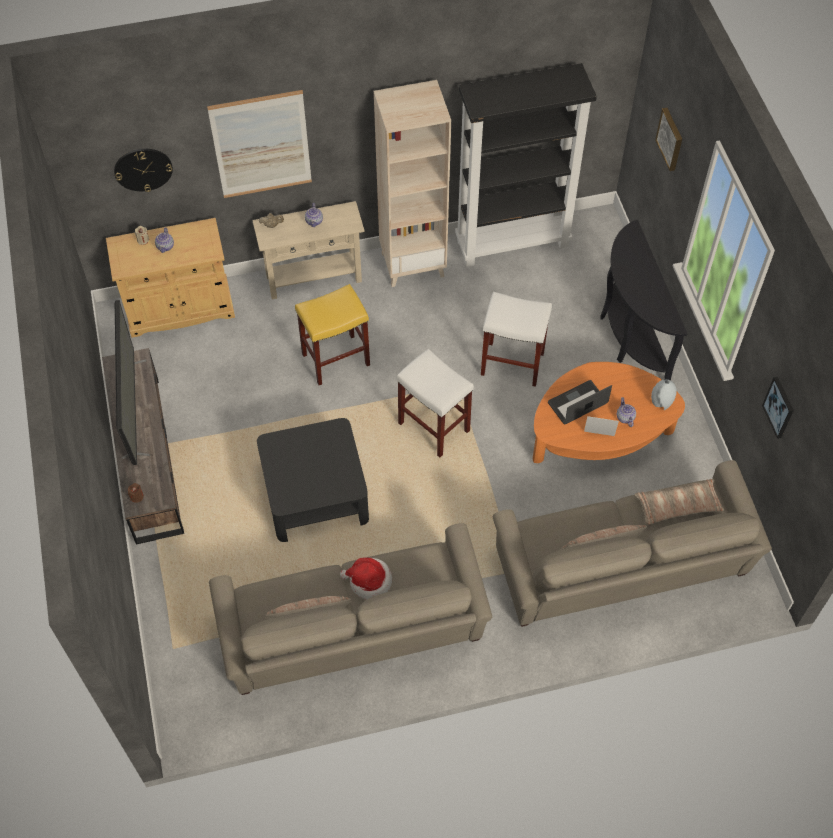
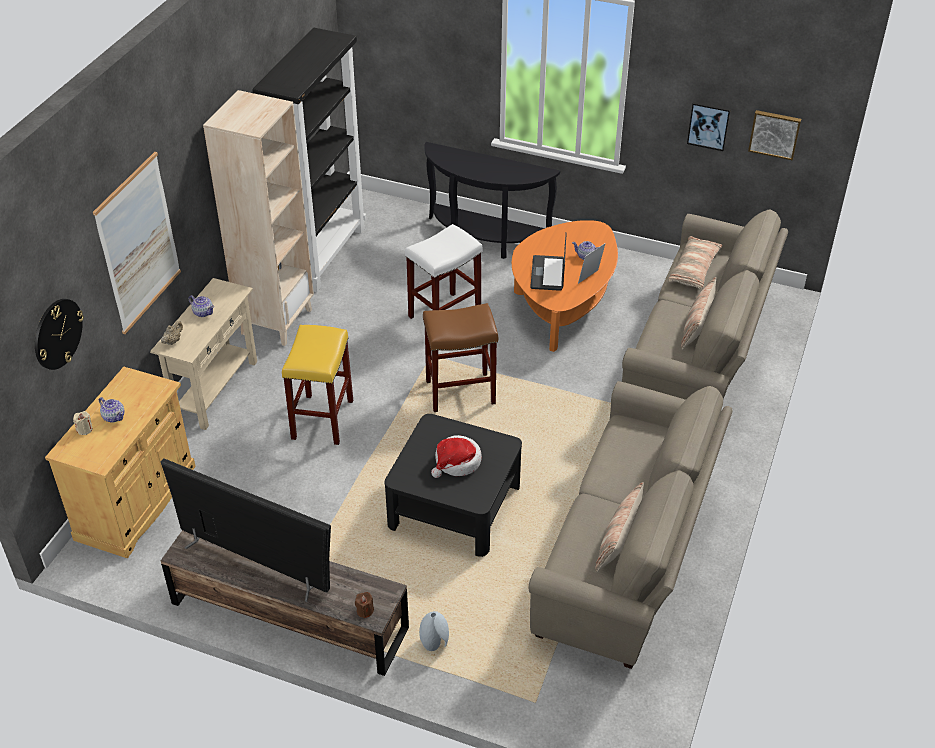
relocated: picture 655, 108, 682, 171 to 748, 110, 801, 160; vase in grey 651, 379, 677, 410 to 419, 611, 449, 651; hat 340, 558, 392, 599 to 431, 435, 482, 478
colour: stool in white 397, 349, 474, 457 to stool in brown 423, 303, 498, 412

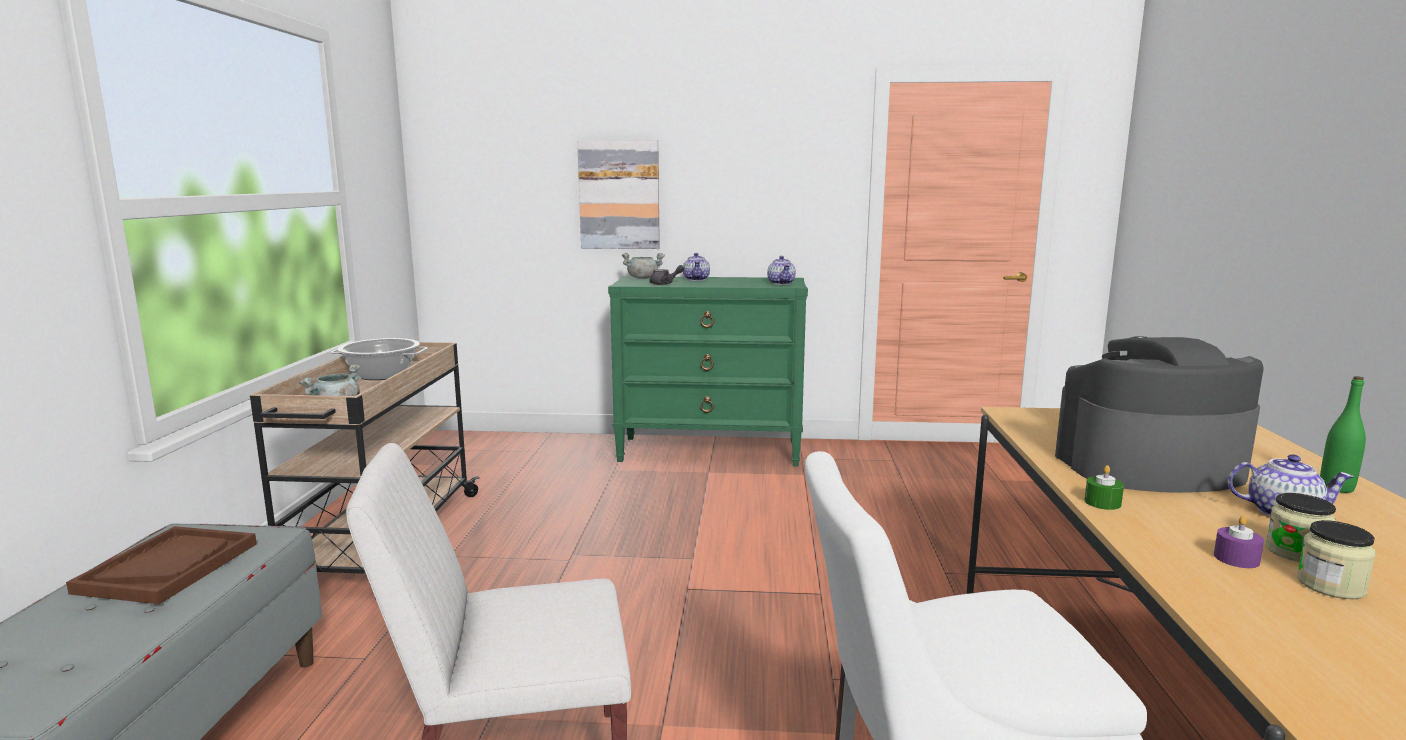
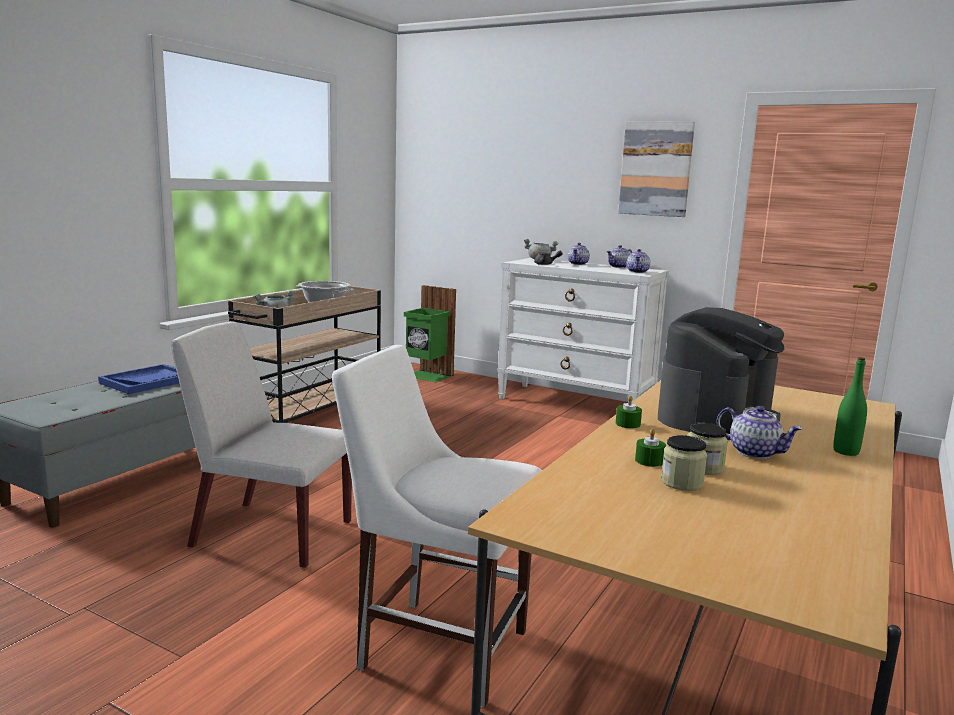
appeared: teapot 607, 245, 632, 268; trash can in green 404, 285, 456, 382
relocated: picture 577, 140, 660, 249 to 618, 121, 695, 217
colour: dresser in green 608, 276, 808, 467 to dresser in white 497, 258, 669, 402; candle in purple 1214, 515, 1264, 568 to candle in green 635, 429, 666, 467; tray in brown 66, 526, 257, 604 to tray in blue 98, 364, 179, 394
spun: coffee machine 1055, 336, 1264, 493 = 658, 307, 785, 440 105 degrees clockwise

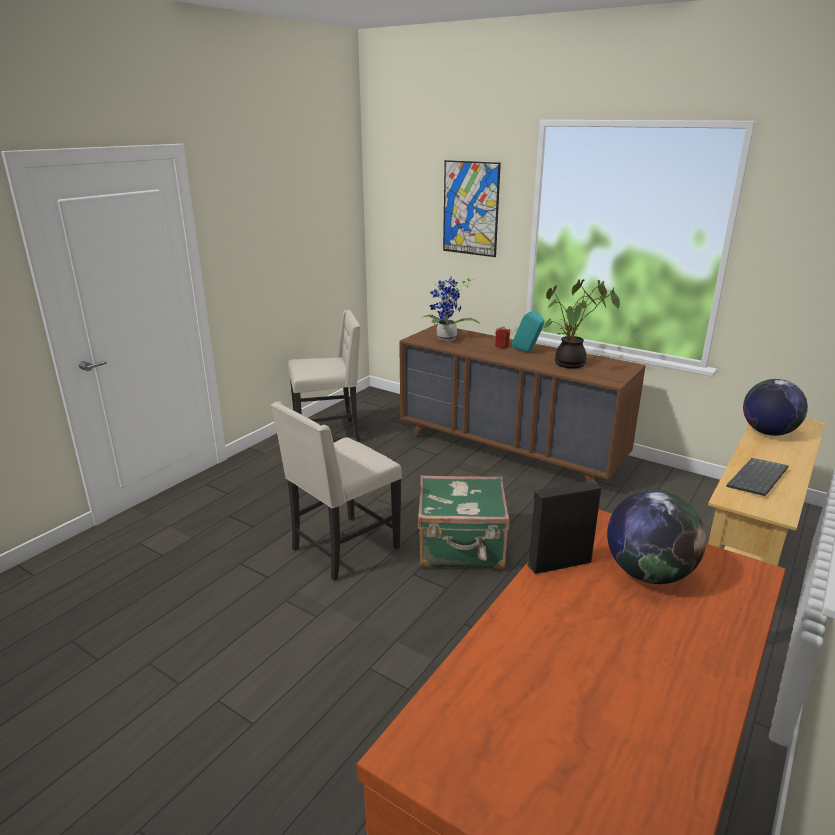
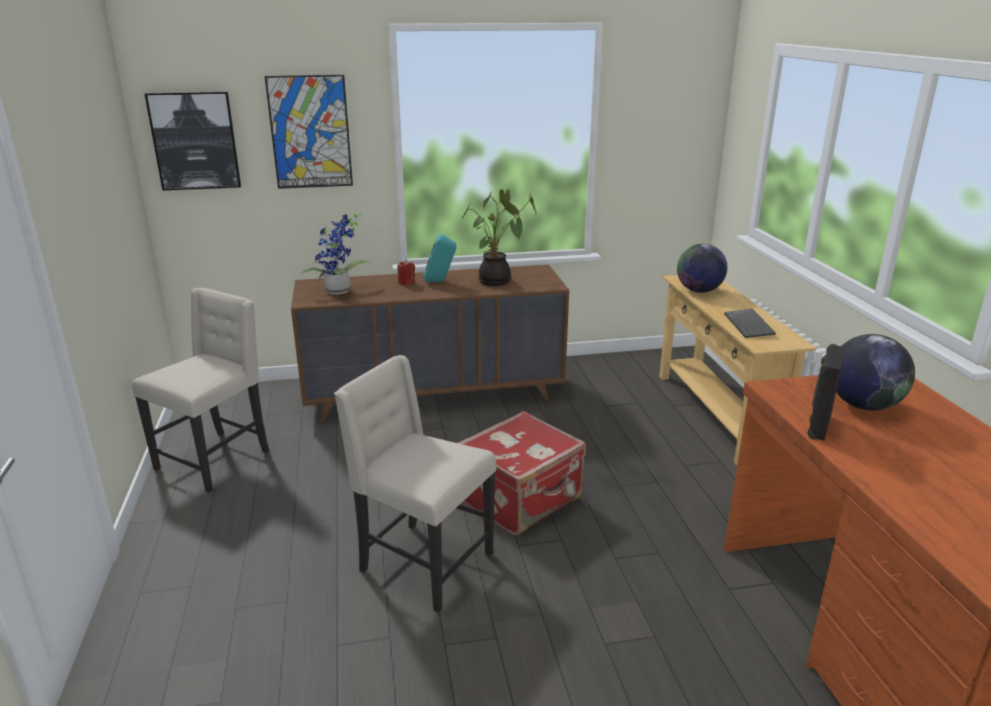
appeared: picture 145, 91, 241, 191
colour: suitcase in green 418, 475, 510, 569 to suitcase in red 458, 411, 586, 535
spun: chair in beige 271, 401, 402, 581 = 334, 355, 496, 613 120 degrees clockwise

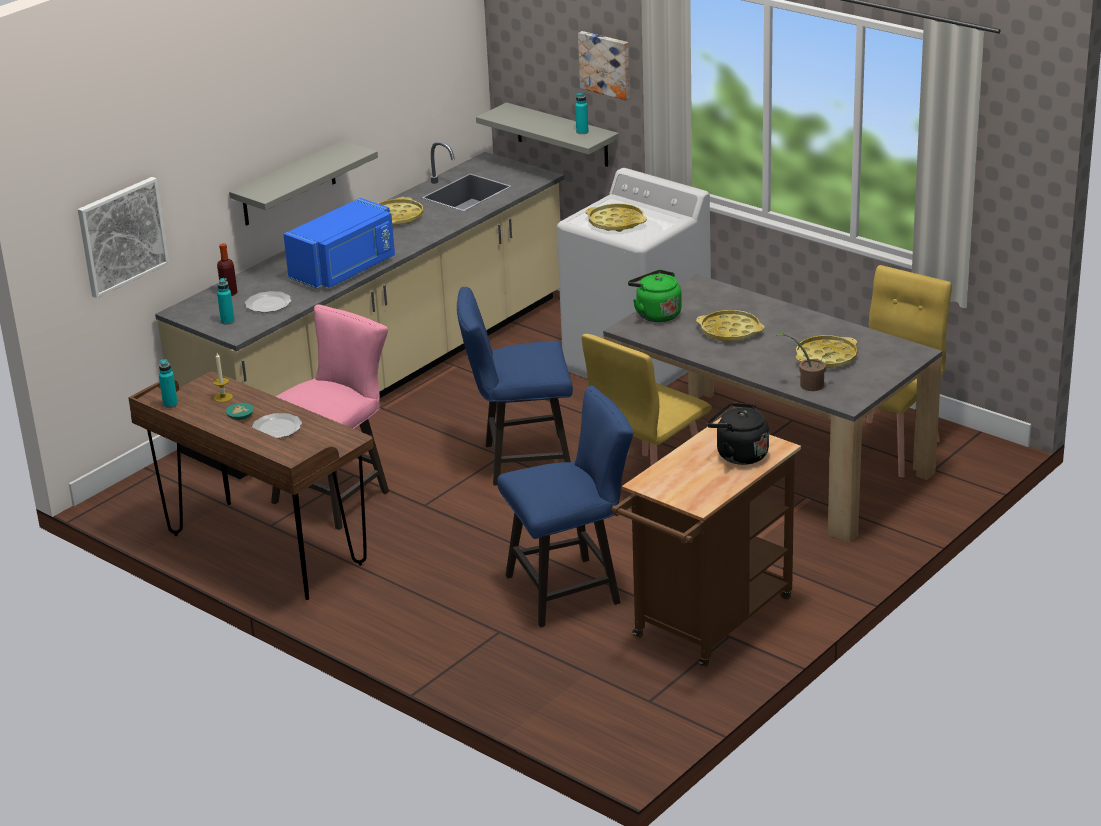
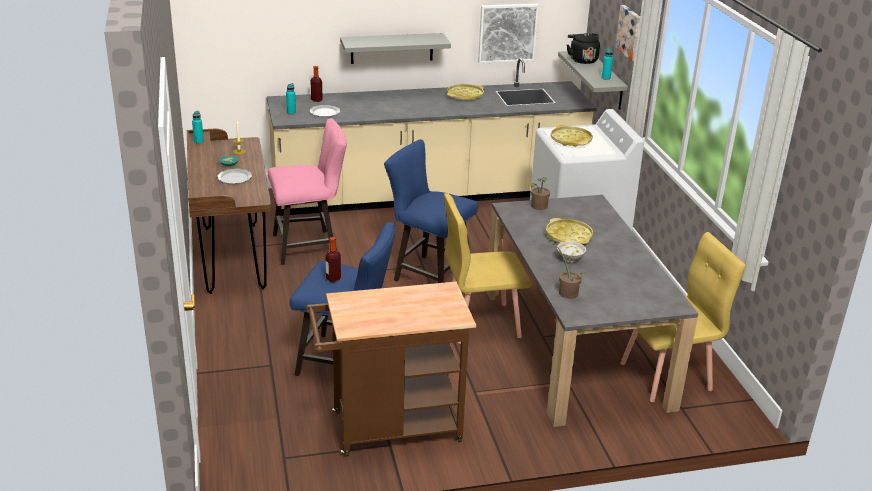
missing: microwave in blue 283, 198, 395, 289; tray in yellow 796, 335, 858, 368
appeared: bottle 325, 237, 341, 282; bowl in white 557, 241, 586, 263
relocated: picture 78, 177, 169, 298 to 478, 4, 539, 64; kettle in black 707, 403, 769, 465 to 567, 33, 600, 64
exchanged: kettle in green 628, 270, 682, 322 to potted plant 531, 178, 550, 210

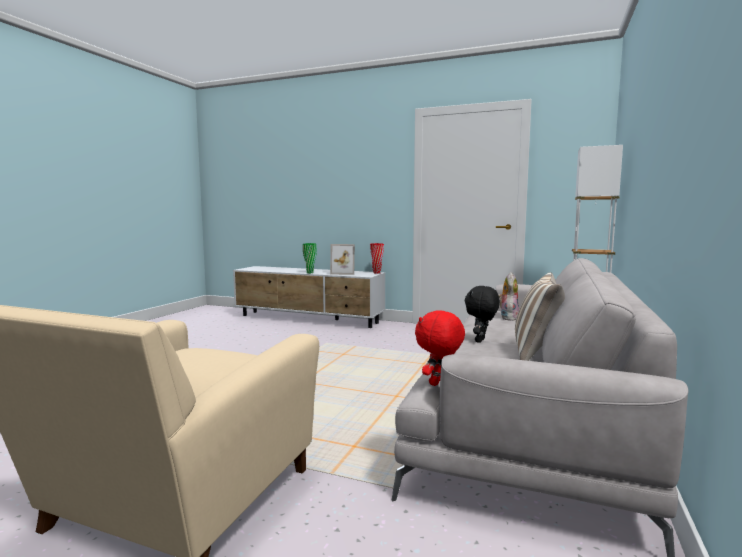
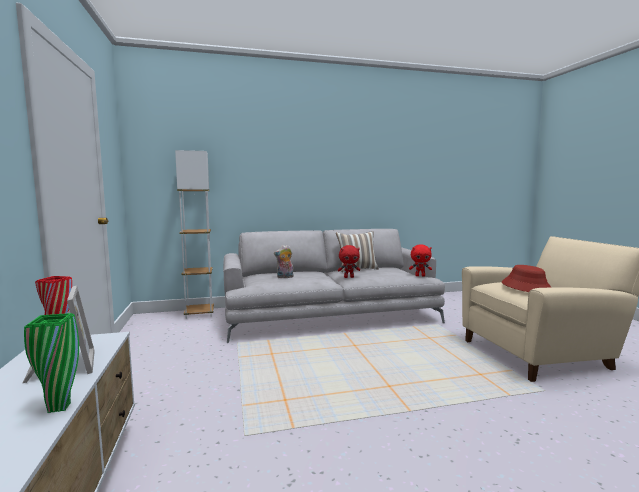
appeared: hat in red 502, 265, 551, 292
colour: plush toy in black 465, 286, 500, 343 to plush toy in red 338, 245, 360, 278

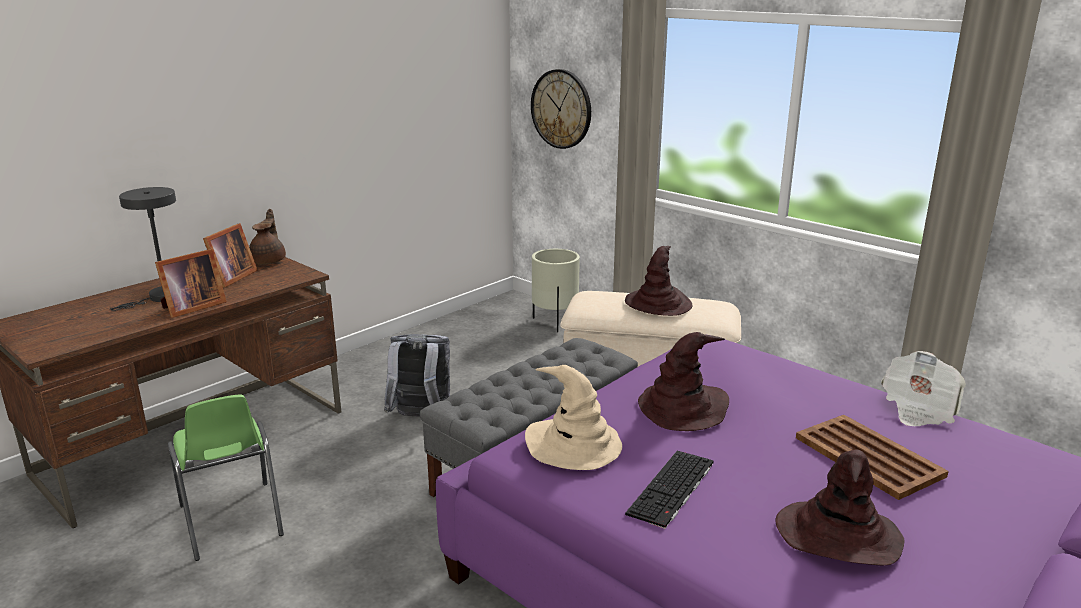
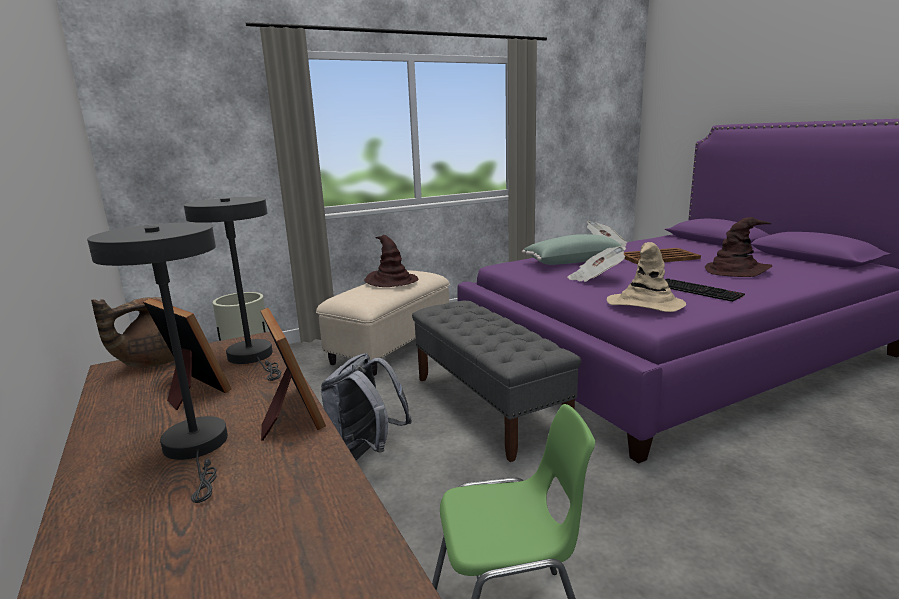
missing: wall clock 531, 69, 591, 149
appeared: table lamp in grey 184, 197, 281, 381; pillow in green 522, 234, 625, 265
exchanged: hat in brown 638, 332, 729, 431 to newspaper 568, 246, 626, 282
spun: teapot in brown 249, 209, 286, 265 = 91, 297, 174, 368 75 degrees counterclockwise

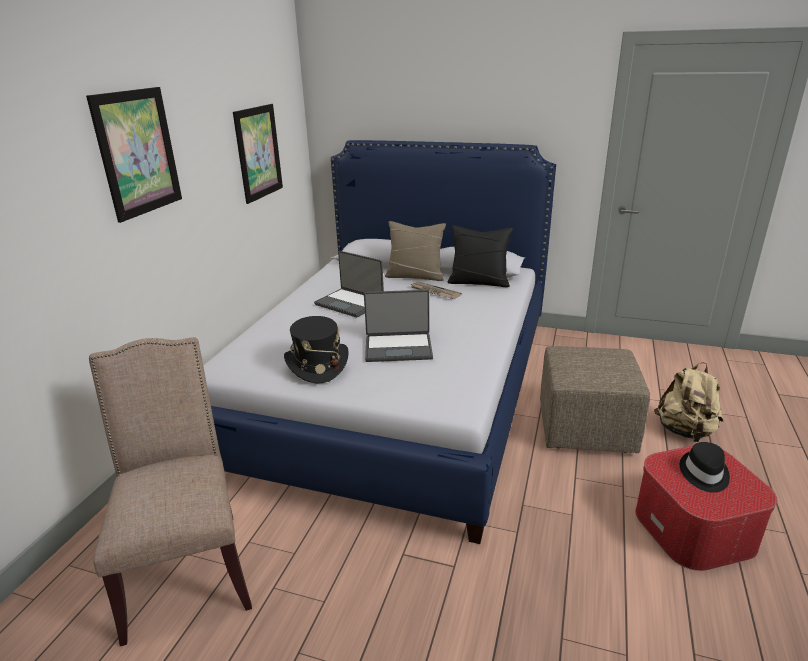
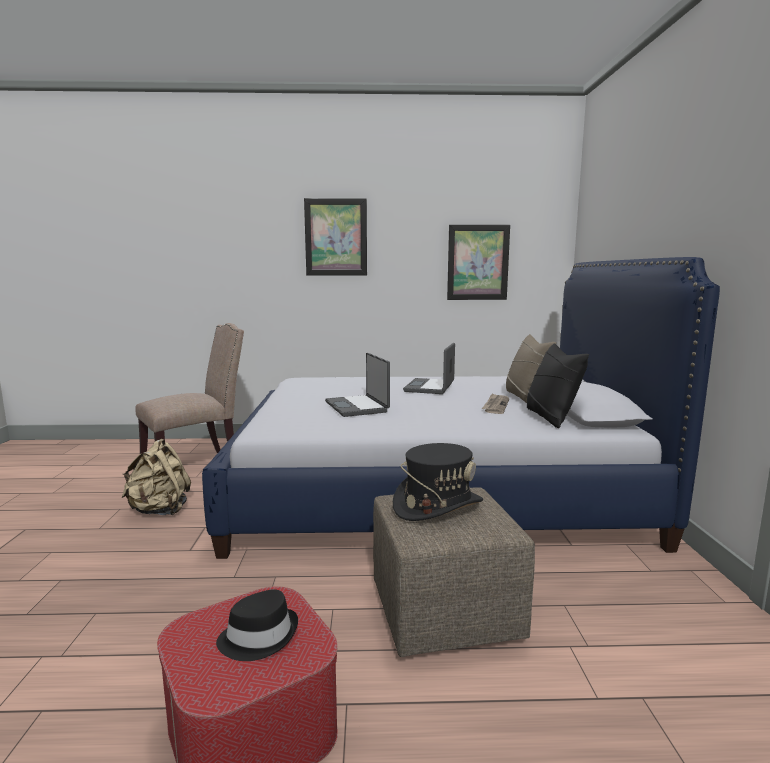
relocated: hat in black 284, 316, 349, 383 to 393, 443, 483, 521; backpack in beige 654, 362, 723, 442 to 121, 439, 191, 515

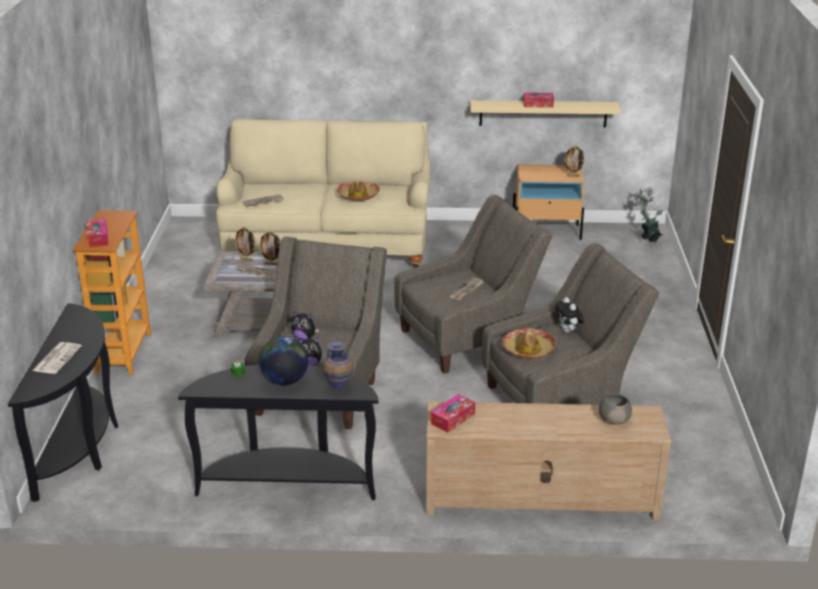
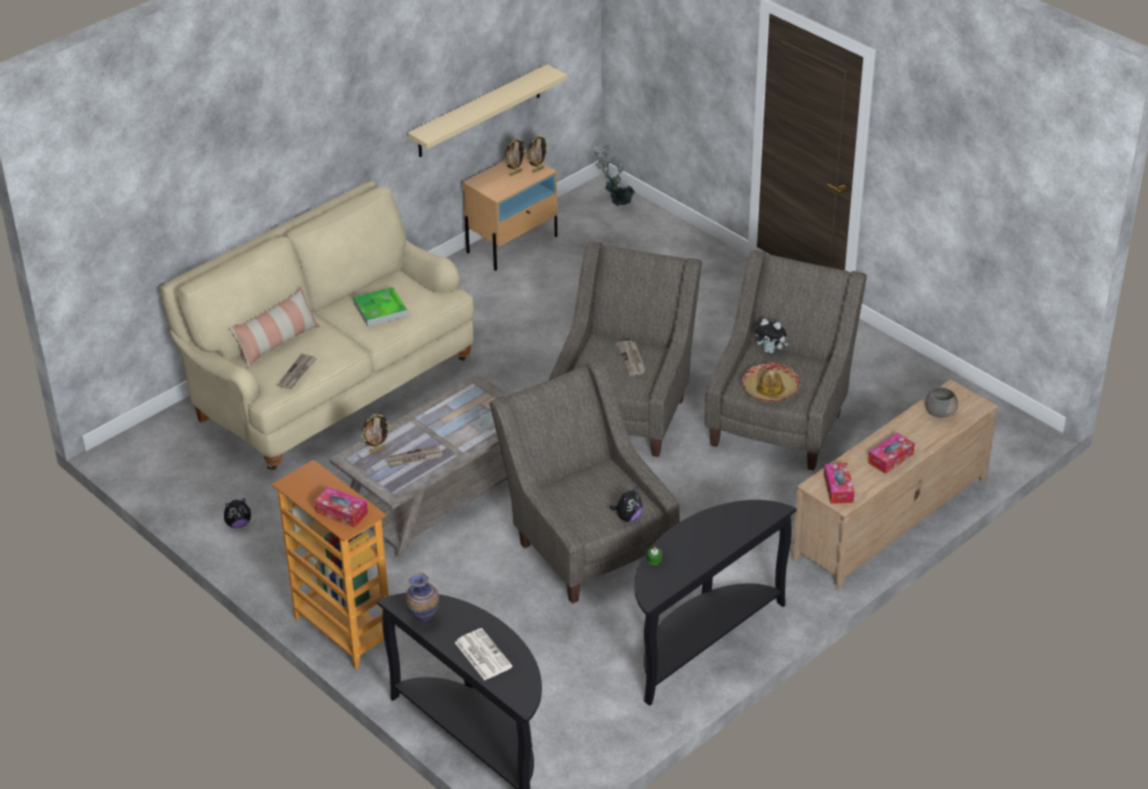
missing: globe 259, 336, 308, 385
appeared: pillow 229, 288, 320, 368
relocated: tissue box 524, 92, 554, 108 to 868, 433, 915, 474; picture frame 258, 231, 280, 265 to 505, 138, 526, 176; plush toy 292, 311, 319, 340 to 224, 498, 251, 528; vase 323, 342, 353, 389 to 405, 572, 439, 622
exchanged: hat 337, 180, 380, 201 to tray 353, 287, 408, 327

